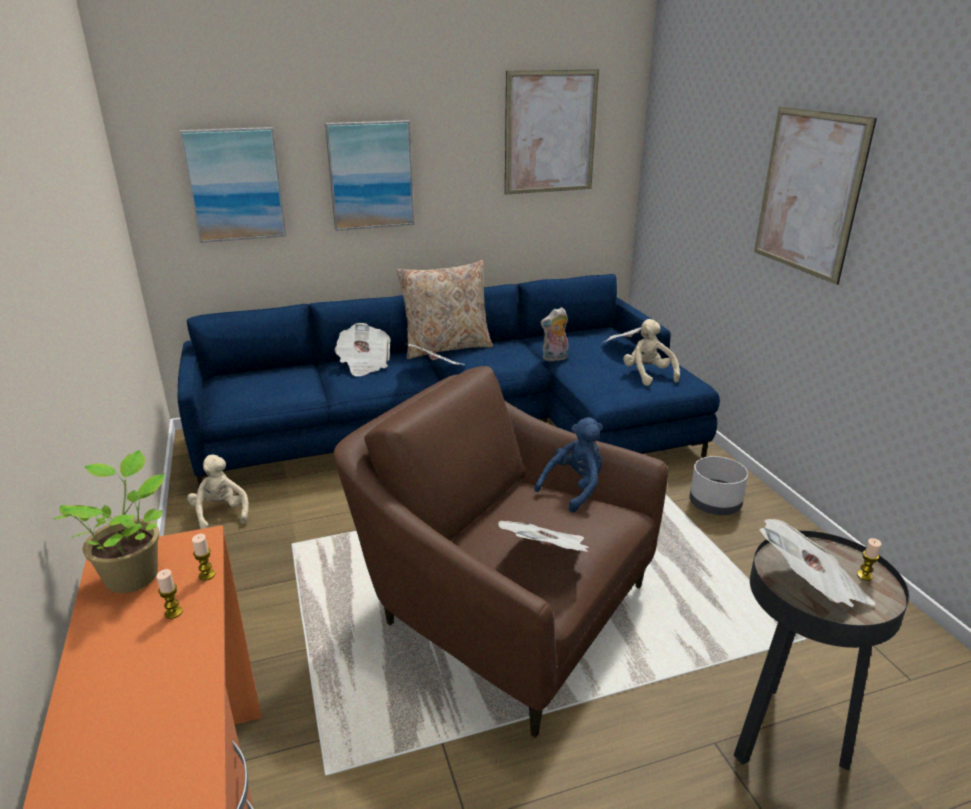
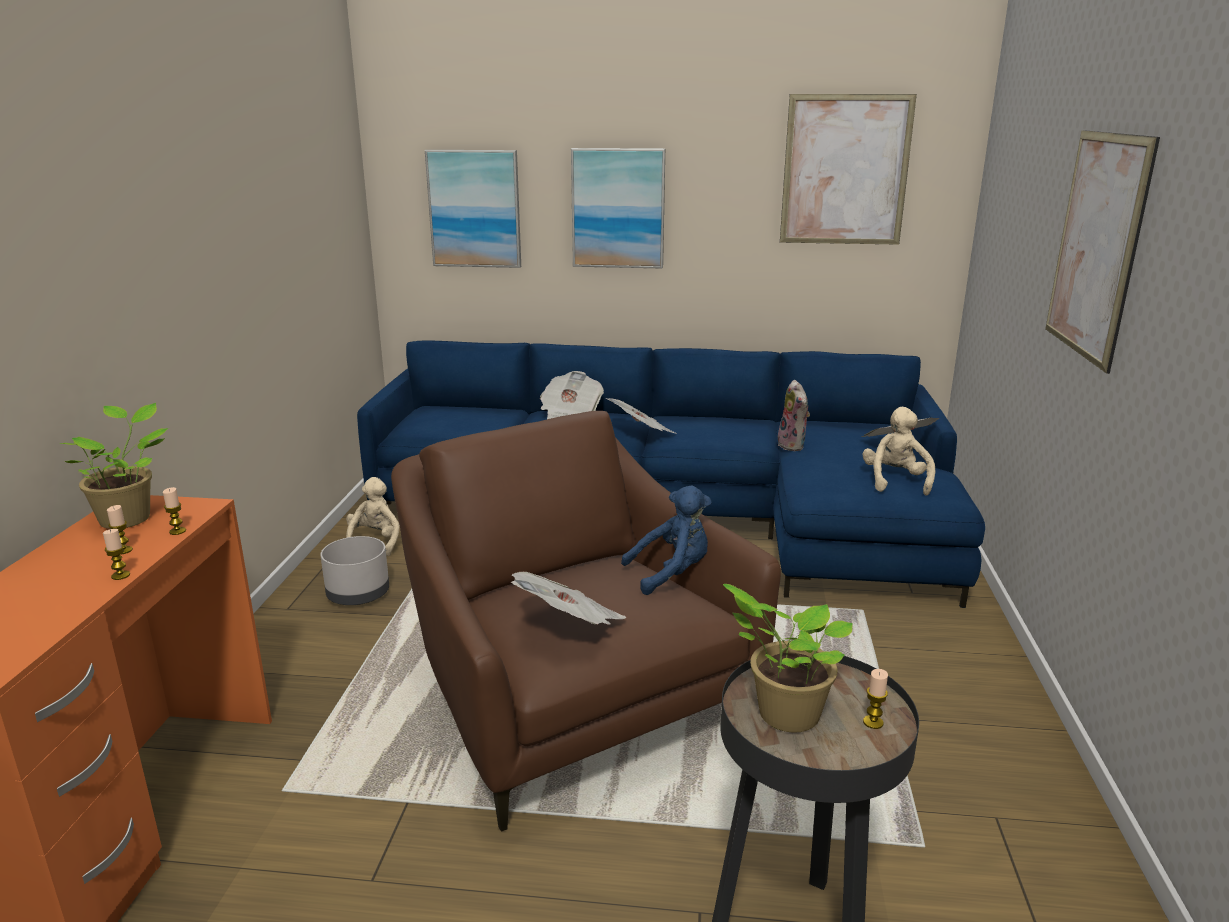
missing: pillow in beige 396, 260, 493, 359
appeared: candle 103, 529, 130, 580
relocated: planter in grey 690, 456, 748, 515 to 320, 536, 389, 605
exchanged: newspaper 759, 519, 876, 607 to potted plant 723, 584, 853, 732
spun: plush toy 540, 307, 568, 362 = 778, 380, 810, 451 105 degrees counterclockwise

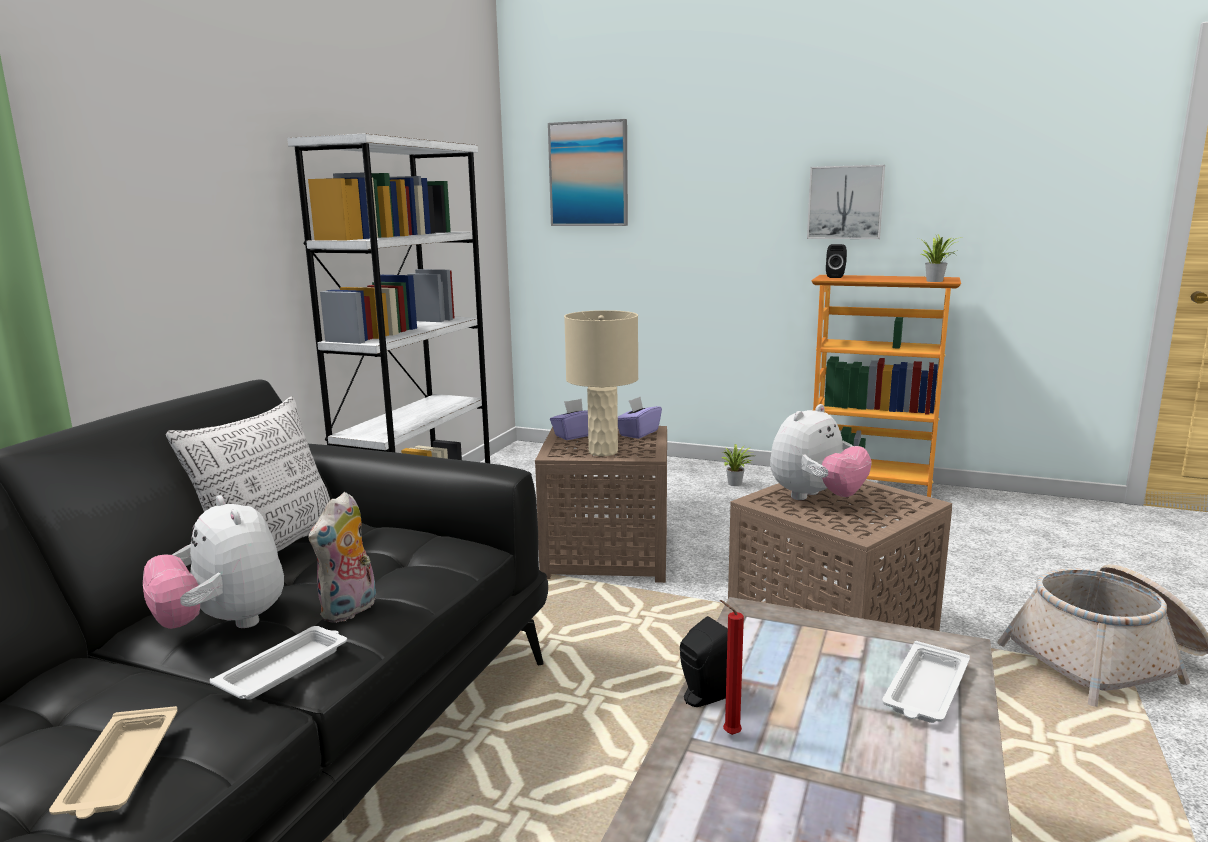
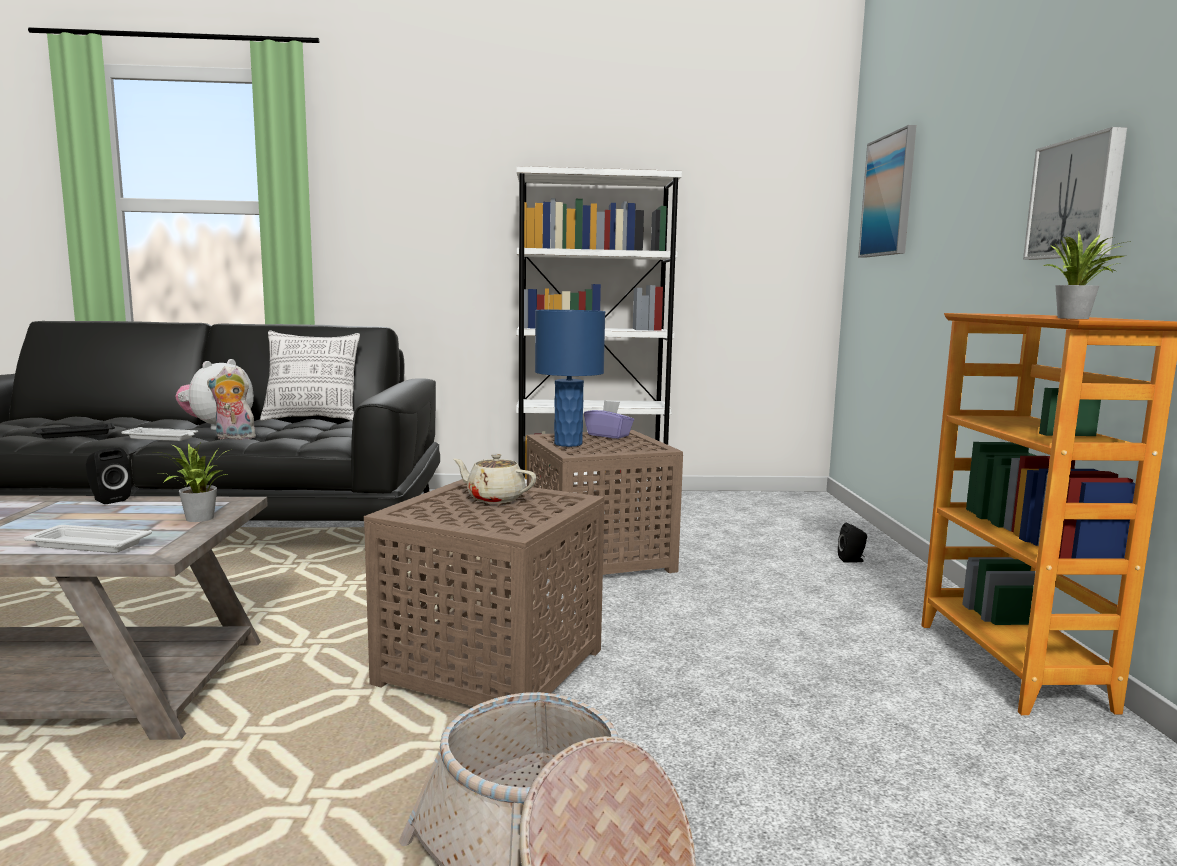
missing: tissue box in purple 618, 397, 662, 439; candle in red 720, 600, 744, 735
relocated: speaker in black 826, 244, 847, 278 to 838, 523, 867, 563; potted plant 721, 445, 752, 486 to 153, 441, 232, 522
exchanged: plush toy 770, 404, 872, 500 to teapot in beige 453, 454, 537, 503
colour: table lamp in beige 564, 310, 638, 456 to table lamp in blue 535, 310, 605, 447; tray in beige 49, 706, 178, 819 to tray in black 32, 423, 115, 438

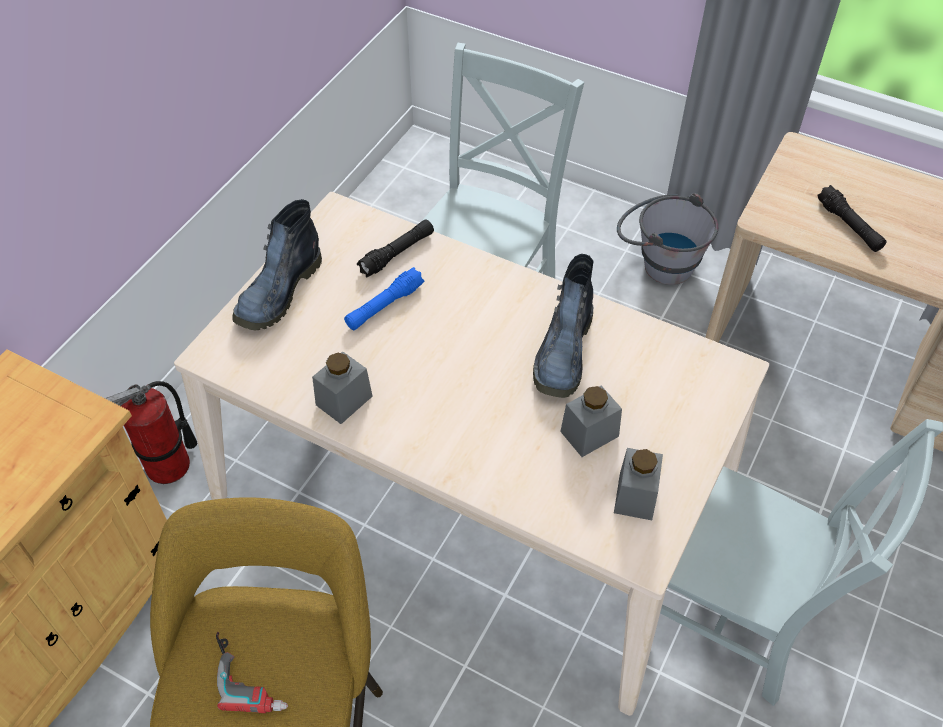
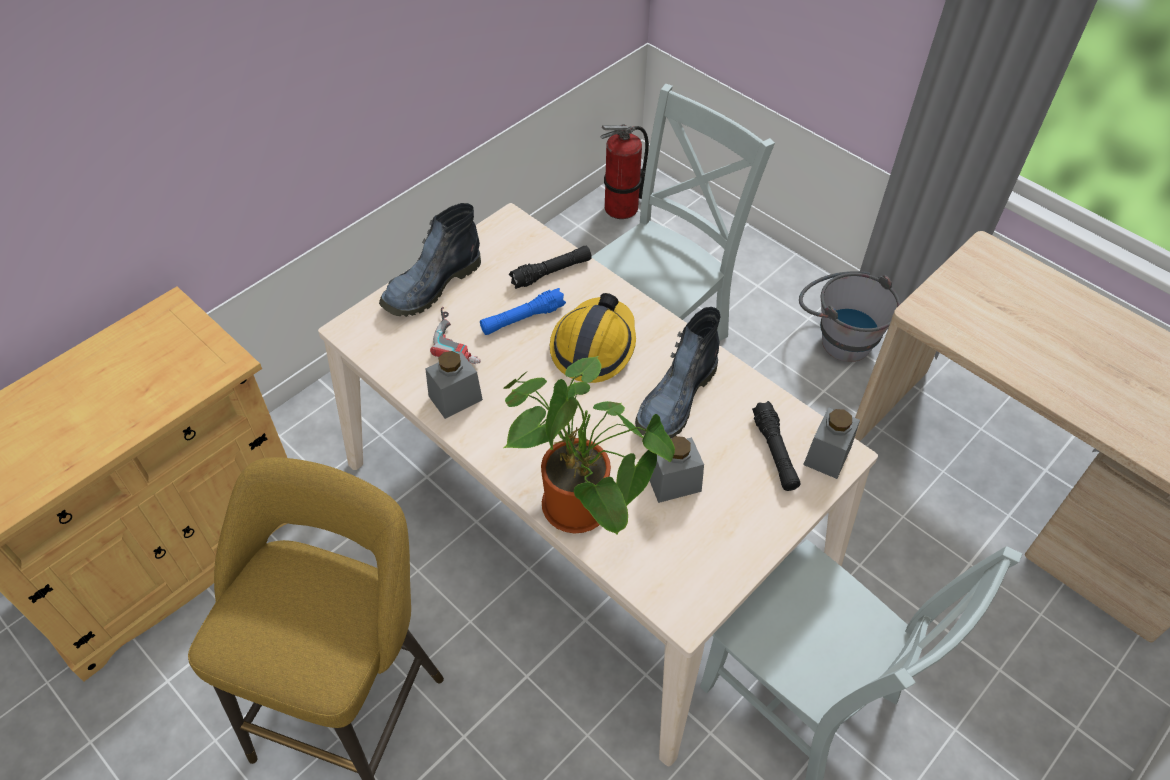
appeared: hard hat 550, 293, 636, 383; potted plant 503, 355, 675, 535
relocated: flashlight in black 817, 185, 886, 252 to 752, 401, 801, 491; fire extinguisher 105, 381, 197, 484 to 600, 124, 649, 219; jar in grey 614, 448, 663, 520 to 803, 407, 860, 479; power drill 216, 632, 288, 713 to 430, 307, 481, 364

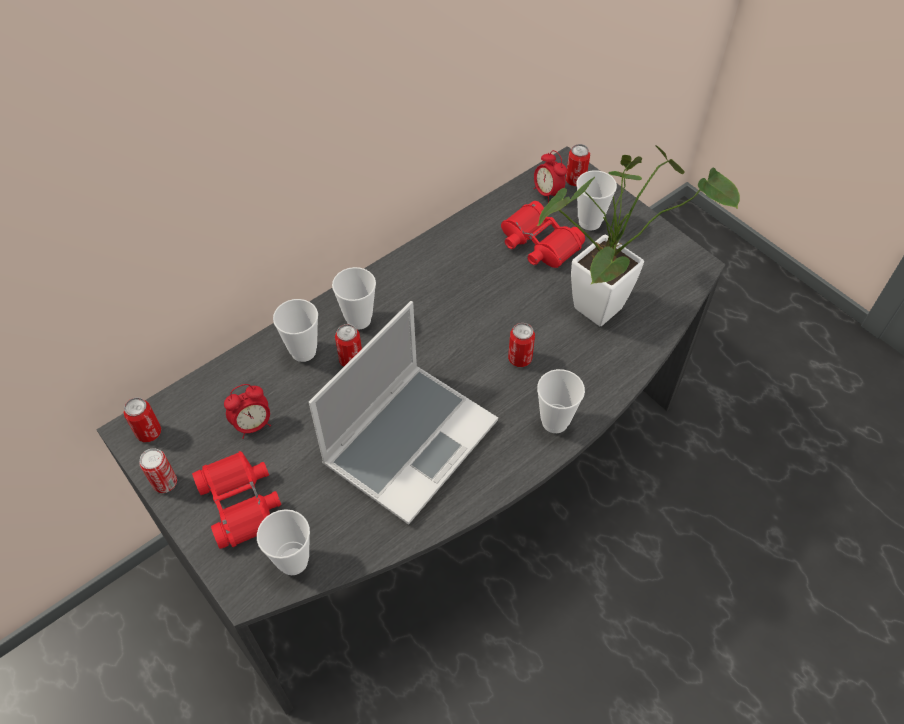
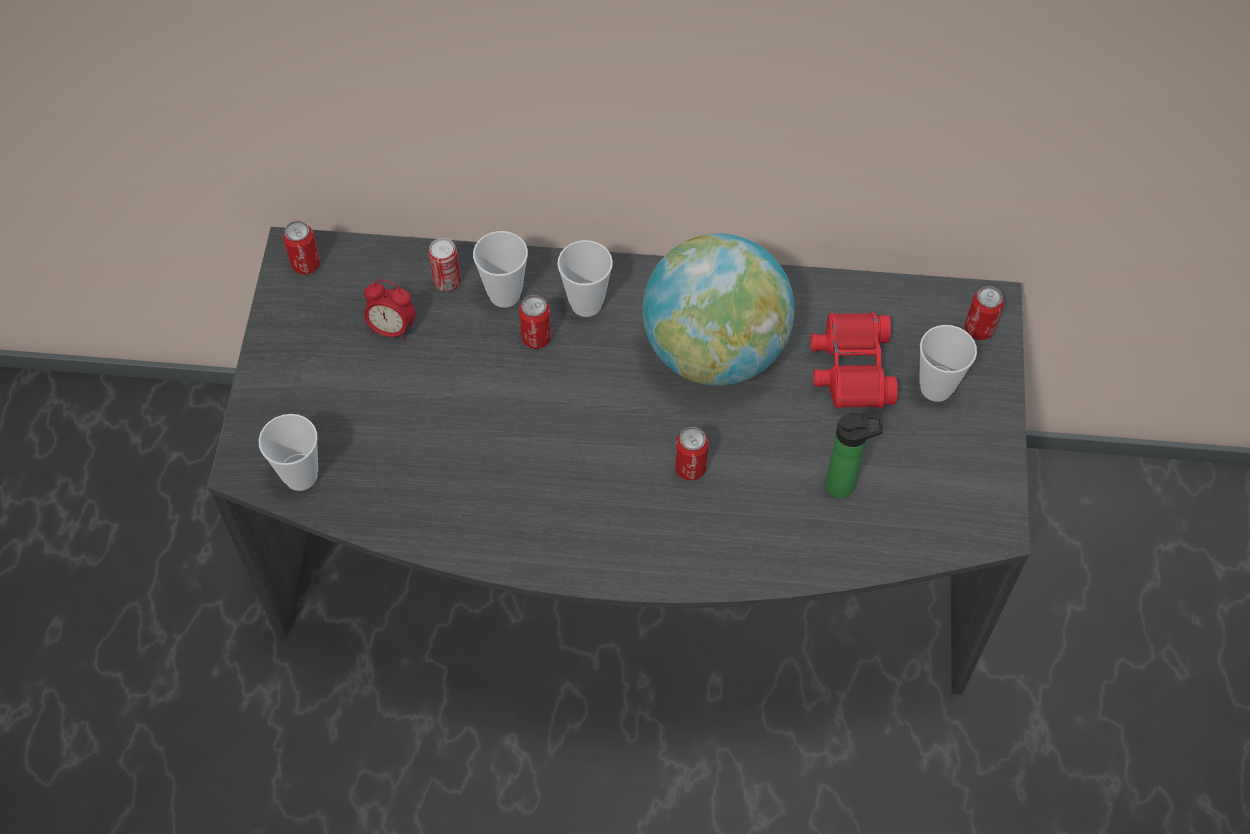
missing: alarm clock 534, 150, 567, 203; laptop 309, 301, 498, 525; cup 537, 369, 585, 433; binoculars in red 192, 451, 281, 549
appeared: globe 642, 233, 795, 386
relocated: can 140, 448, 177, 493 to 428, 238, 461, 291
exchanged: potted plant 537, 145, 740, 326 to bottle 825, 412, 883, 498

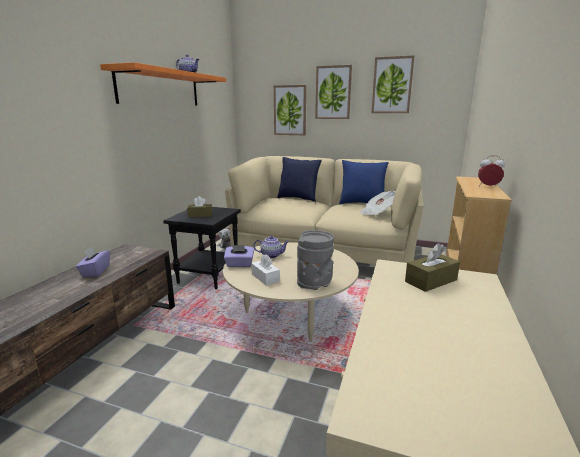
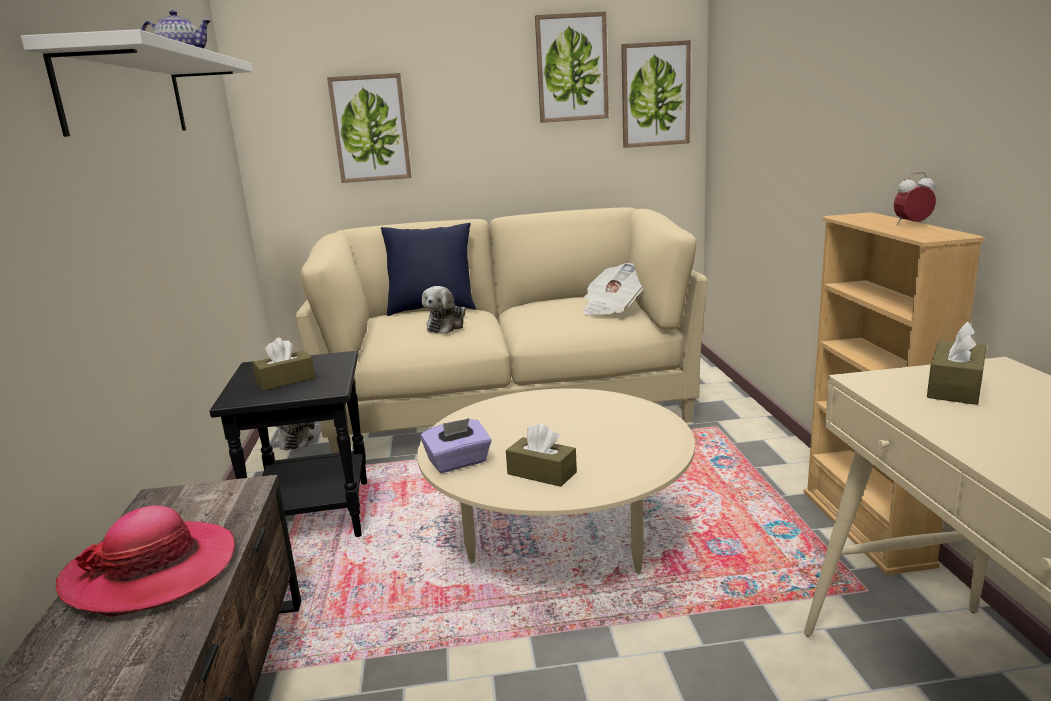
missing: pillow in blue 339, 160, 389, 204; vase in grey 297, 230, 334, 290; teapot 253, 236, 289, 258
appeared: plush toy 422, 286, 466, 333
relocated: picture 315, 65, 352, 119 to 621, 40, 691, 148
exchanged: tissue box in purple 76, 247, 110, 277 to hat 56, 505, 235, 617
colour: shelf in orange 100, 62, 226, 105 to shelf in white 21, 29, 253, 137; tissue box in white 251, 254, 280, 286 to tissue box in brown 506, 423, 577, 487

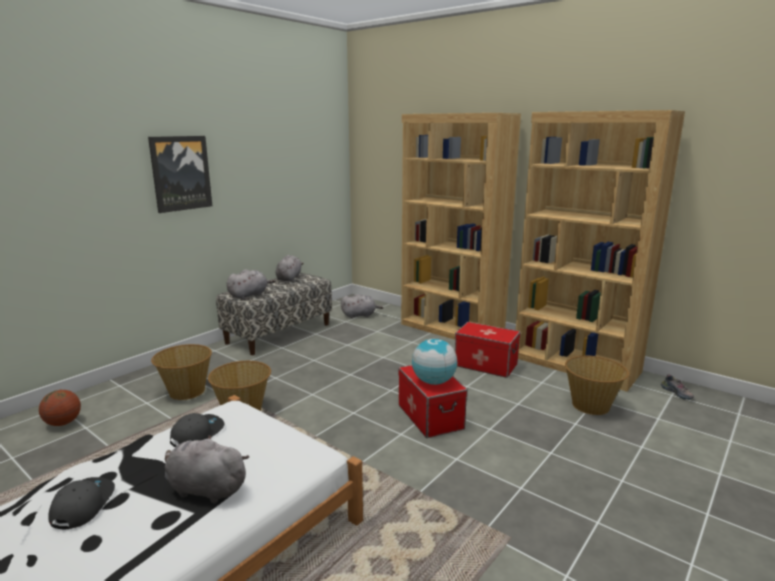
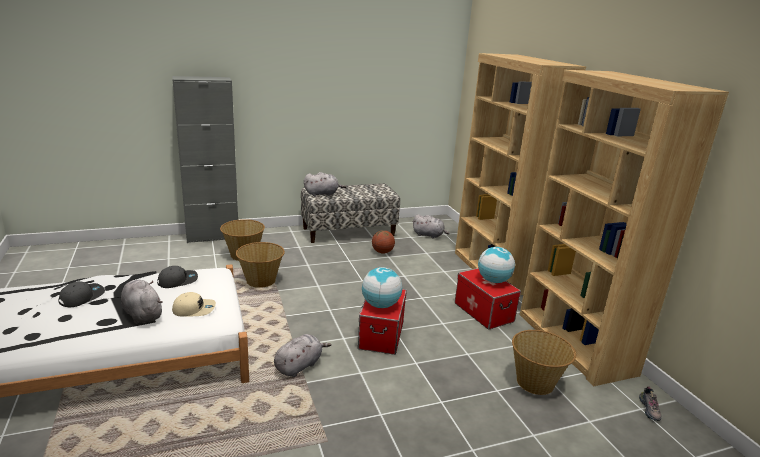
missing: picture 148, 136, 212, 213
appeared: cabinet in grey 172, 76, 238, 243; globe 478, 247, 515, 283; cap in beige 172, 292, 216, 316
relocated: plush toy in grey 276, 255, 304, 282 to 274, 334, 331, 377; basketball 39, 390, 81, 426 to 372, 230, 395, 254

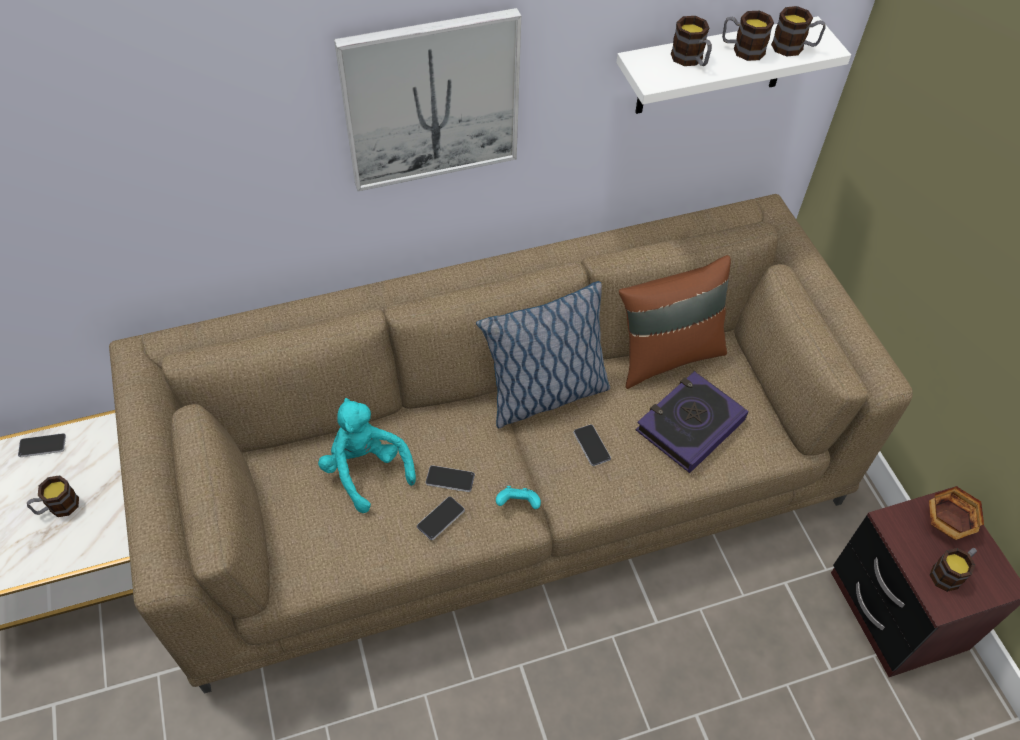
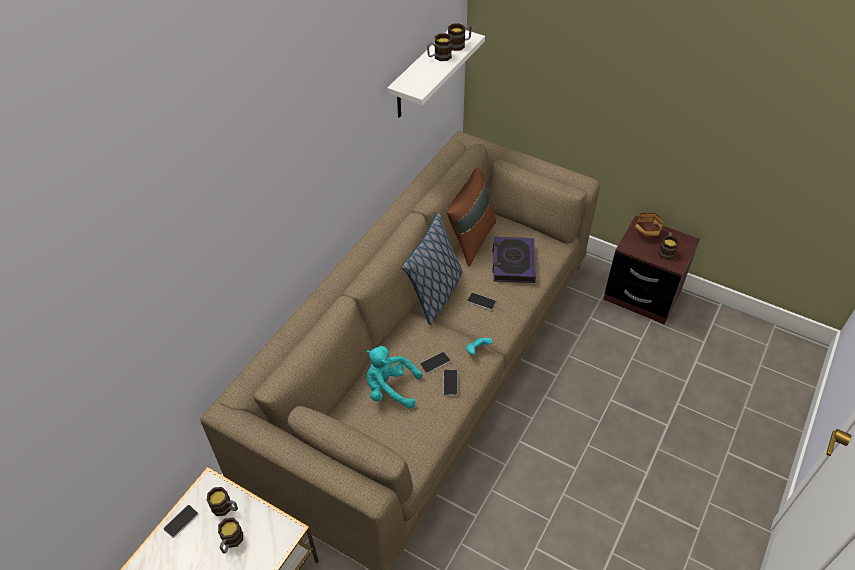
missing: picture 334, 8, 521, 191
relocated: mug 671, 16, 712, 66 to 207, 487, 238, 516

